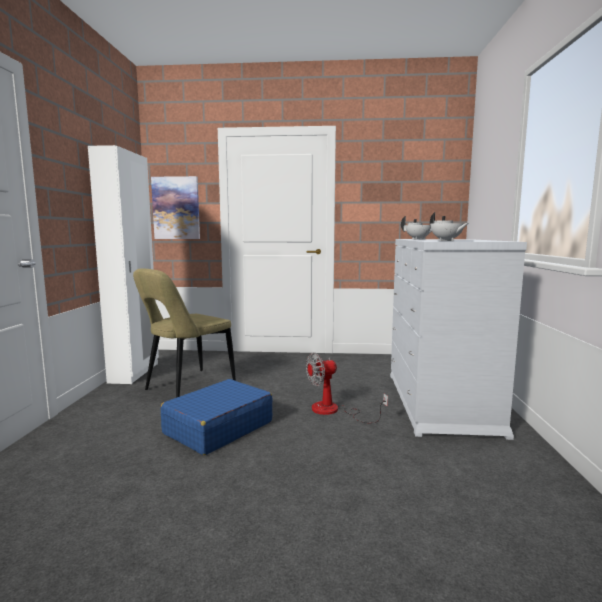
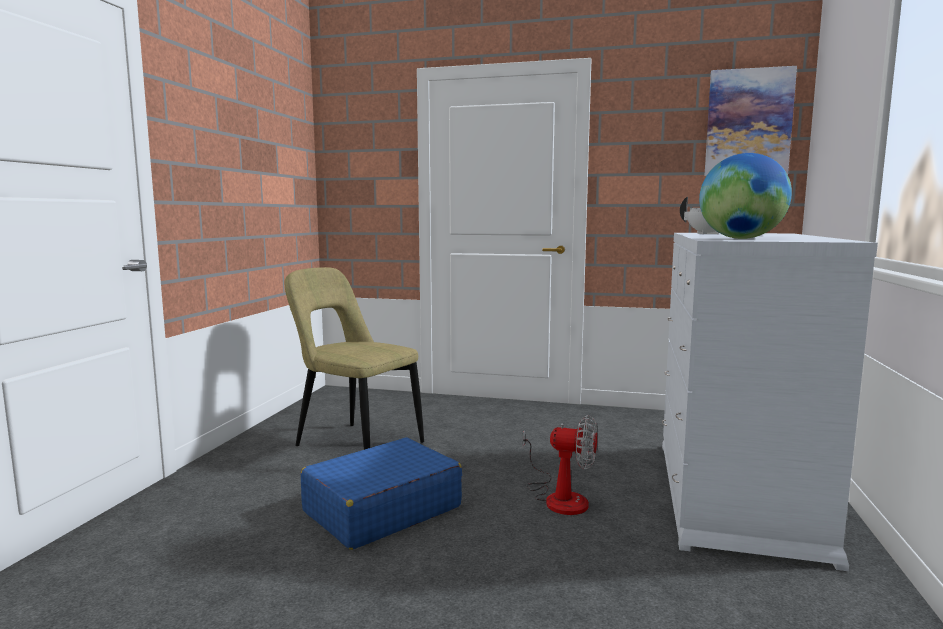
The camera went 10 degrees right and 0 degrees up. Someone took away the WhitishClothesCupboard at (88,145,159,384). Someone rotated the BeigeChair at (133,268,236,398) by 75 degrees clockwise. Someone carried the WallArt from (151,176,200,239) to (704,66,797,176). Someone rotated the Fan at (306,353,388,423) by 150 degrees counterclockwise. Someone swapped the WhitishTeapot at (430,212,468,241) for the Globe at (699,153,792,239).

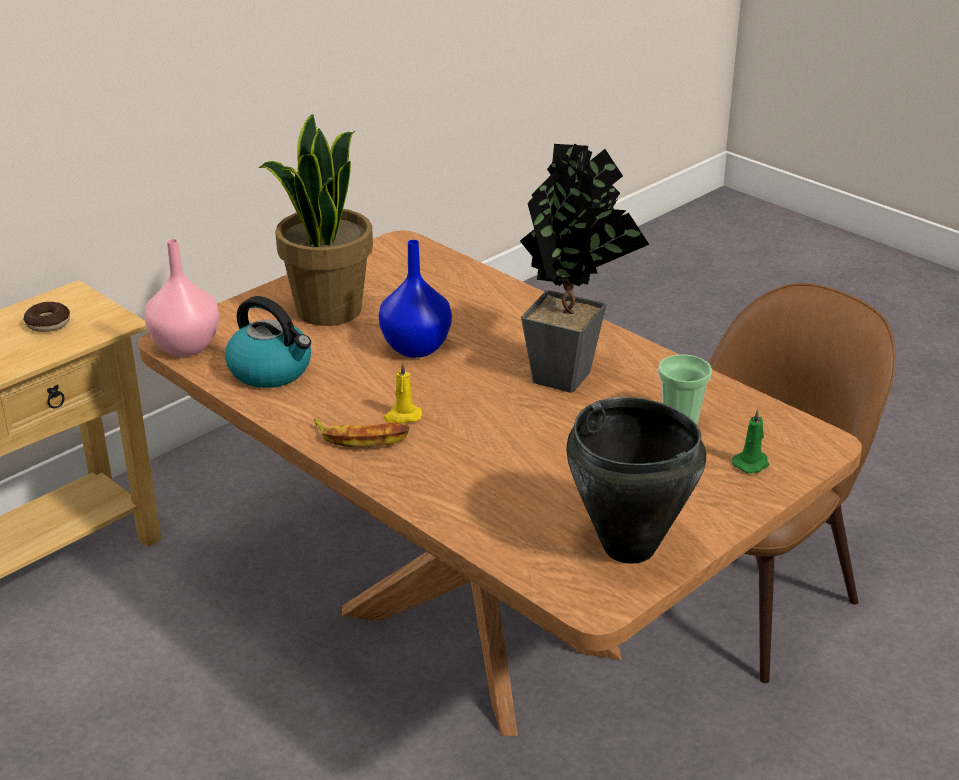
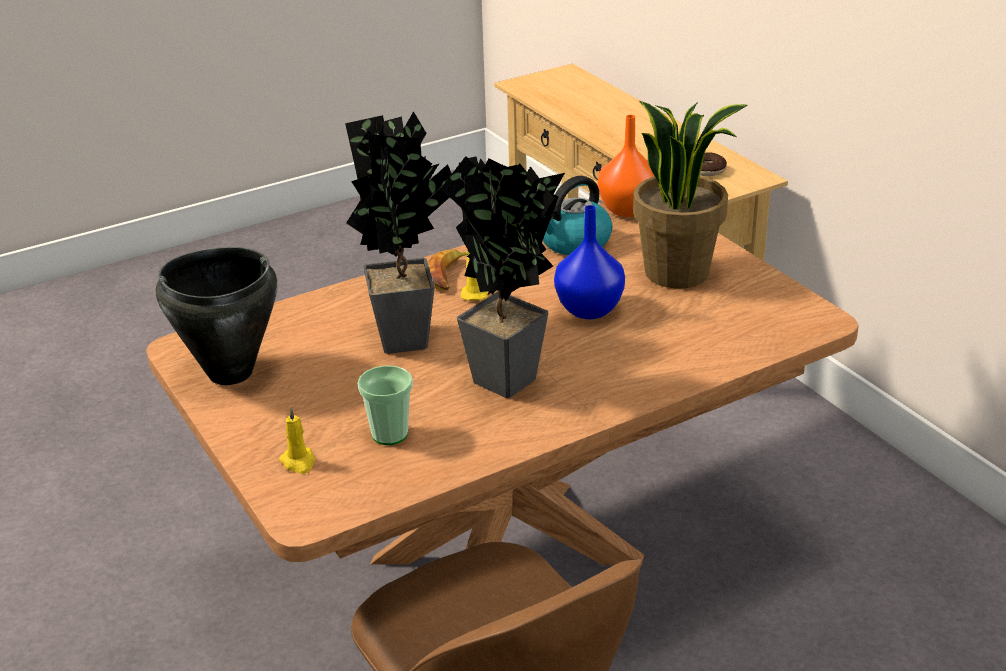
The camera went 105 degrees right and 0 degrees up. Someone repainted the PinkFlowerVase at (145,239,219,357), which became the OrangeColouredFlowerVase at (598,115,654,217). Someone repainted the GreenWaxCandle at (732,409,769,474), which became the YellowishWaxCandle at (279,407,315,474). Someone put down the Houseplant at (345,111,452,354).

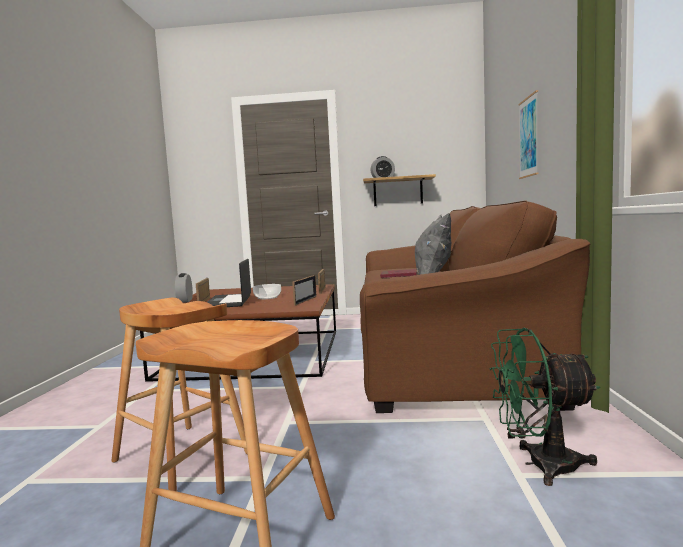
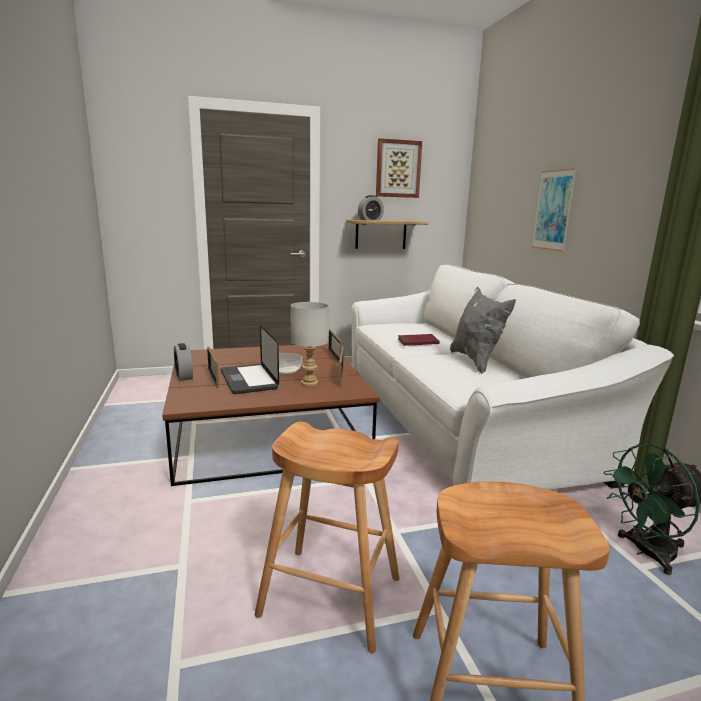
The camera went 20 degrees left and 10 degrees up. Someone repainted the BrownColouredCouch at (360,201,590,413), which became the WhitishCouch at (351,264,674,490). Someone put down the GreyishLampForATable at (291,302,329,387). Someone put up the WallArt at (376,138,422,198).

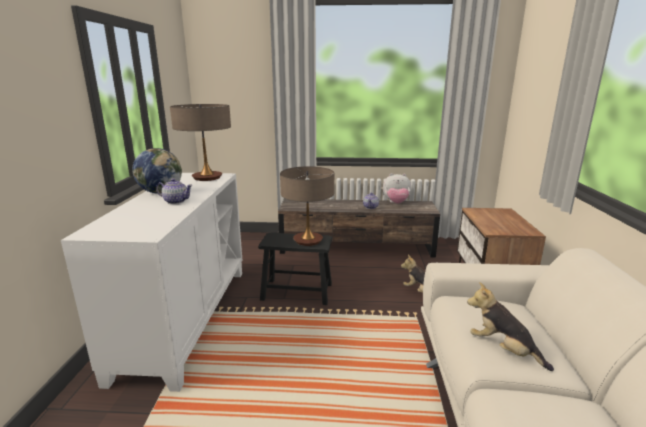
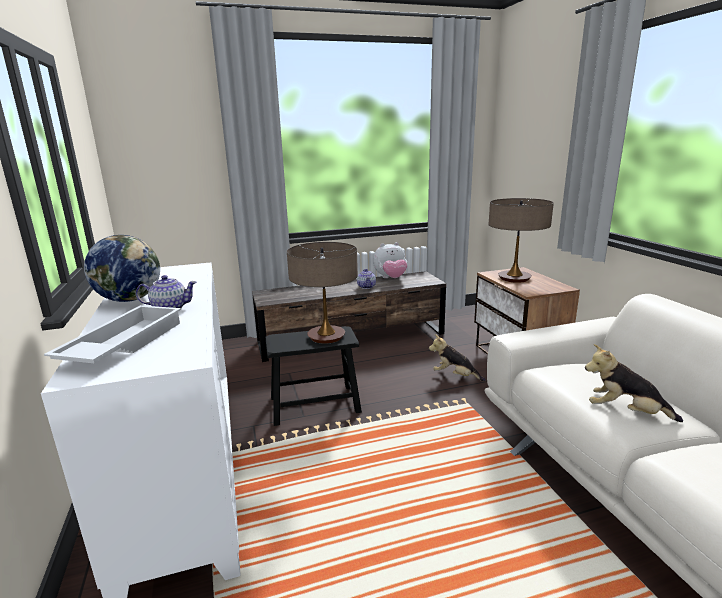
The camera went 20 degrees left and 0 degrees up. Someone carried the LampForATable from (170,104,231,181) to (488,198,554,283). Someone put down the WhitishTray at (44,305,181,363).

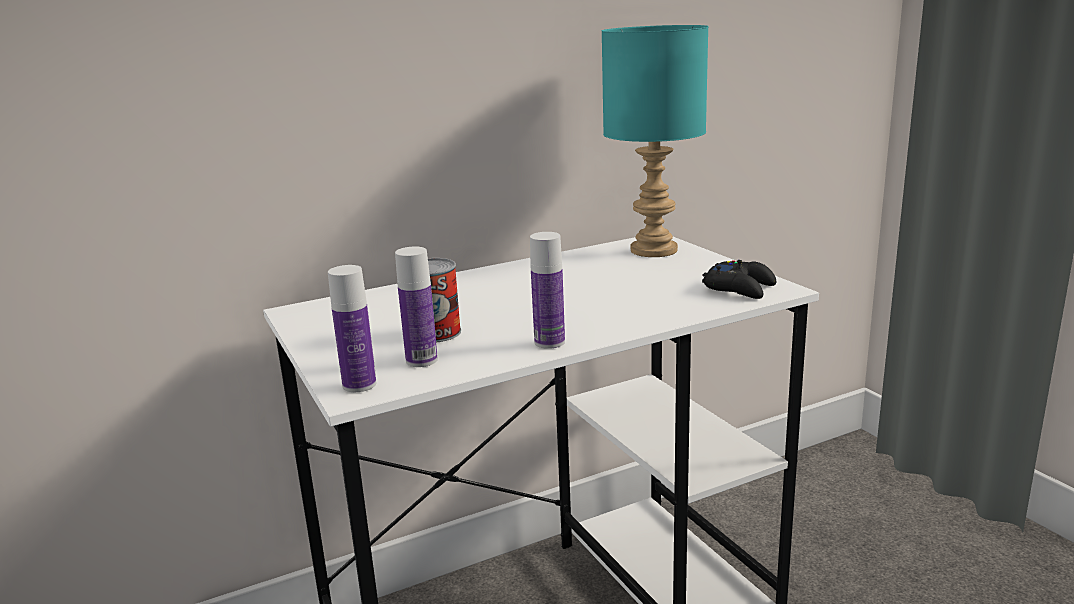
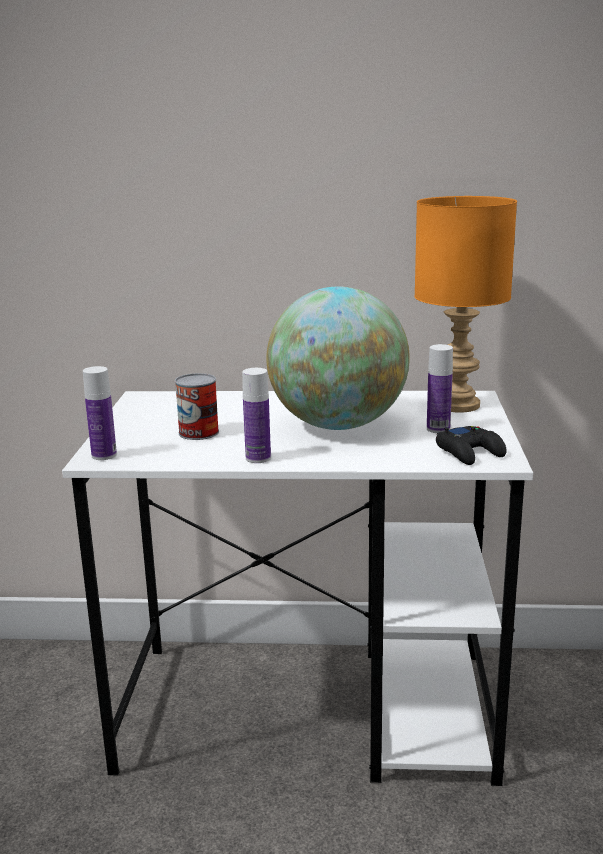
The camera went 30 degrees right and 0 degrees up. Someone carried the Bottle from (395,247,438,367) to (427,344,453,433). Someone repainted the TurquoiseLampForATable at (601,25,709,257), which became the OrangeColouredLampForATable at (414,196,517,413). Someone put down the Globe at (266,286,410,430).

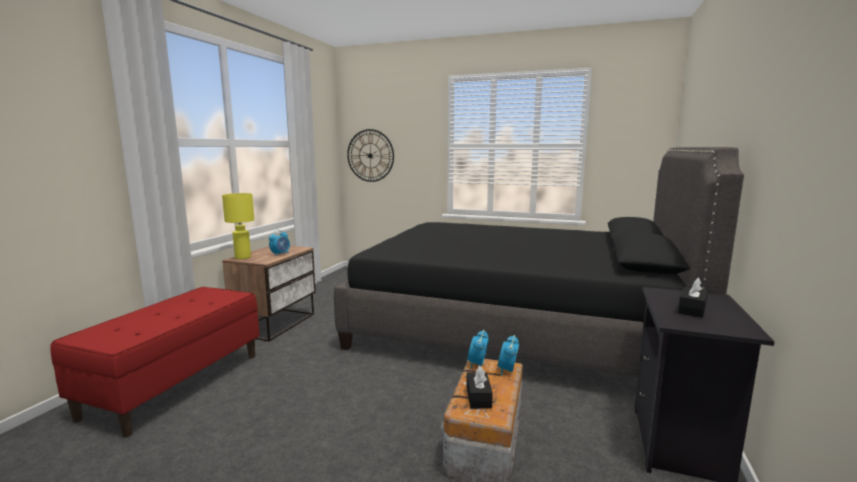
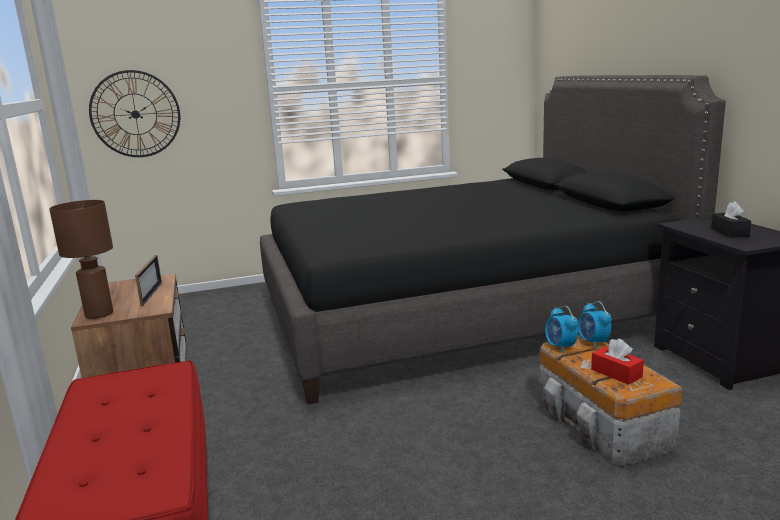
The camera went 35 degrees left and 5 degrees up. Someone repainted the YellowishLampForATable at (222,193,255,259), which became the BrownColouredLampForATable at (49,200,113,319). Someone swapped the BedsideClock at (269,230,290,256) for the PhotoFrame at (135,255,162,306). Someone repainted the BlackishTissueBox at (466,366,493,409), which became the ReddishTissueBox at (591,338,644,385).

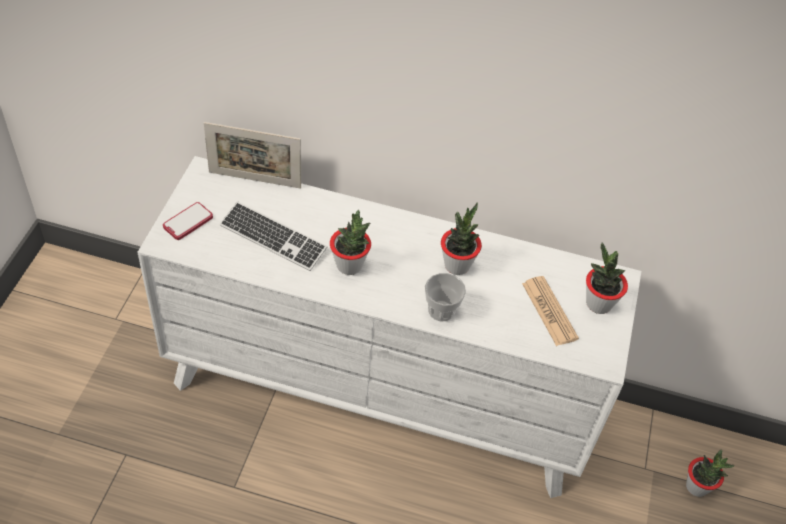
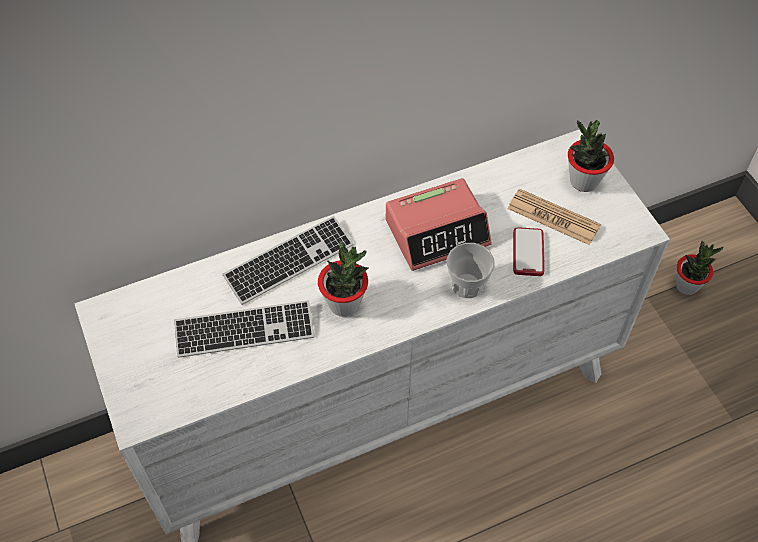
The camera went 35 degrees left and 5 degrees up. Someone carried the Phone from (163,202,213,240) to (513,227,545,276). Someone took away the PhotoFrame at (203,122,301,189). Someone swapped the Houseplant at (441,203,482,275) for the BedsideClock at (386,178,492,271). Someone put down the Keyboard at (223,216,353,305).

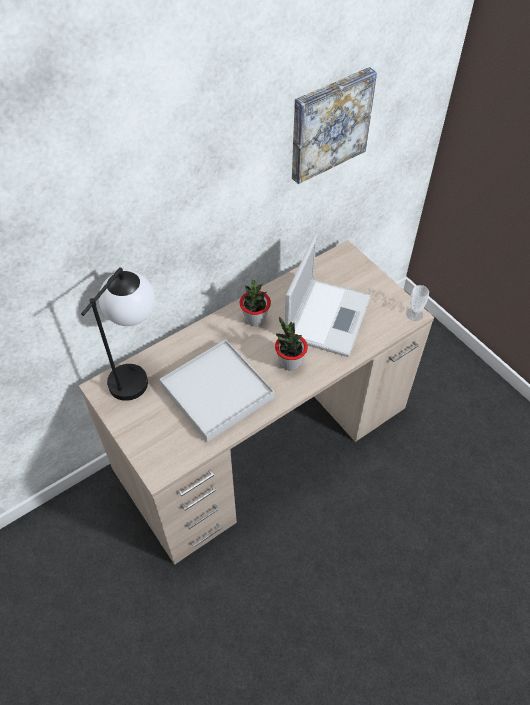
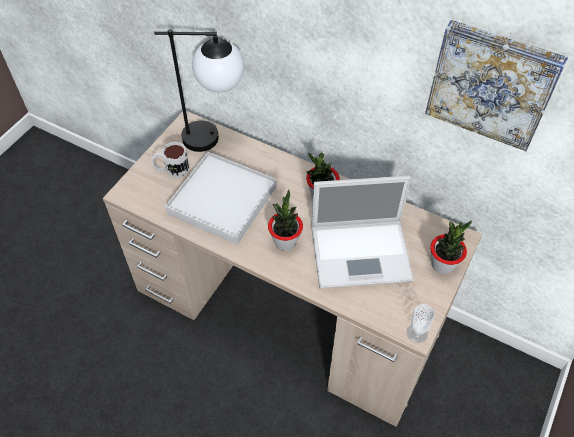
The camera went 65 degrees right and 0 degrees up. Someone put down the CoffeeMug at (151,142,189,178). Someone put down the Houseplant at (430,220,472,274).

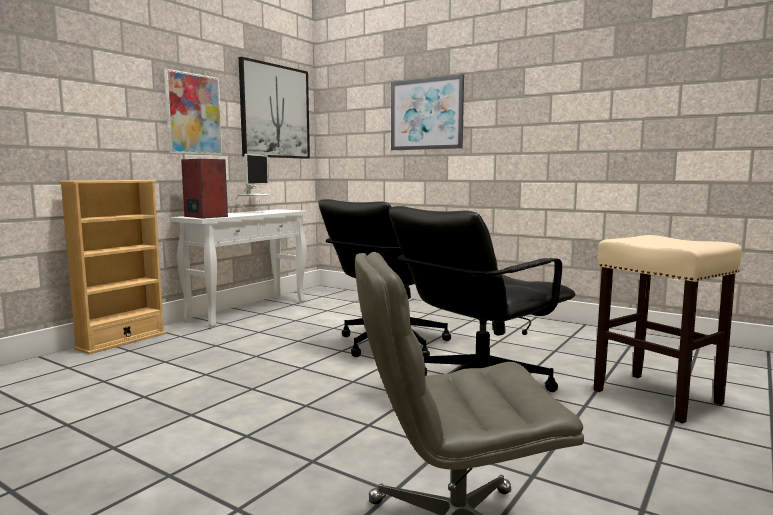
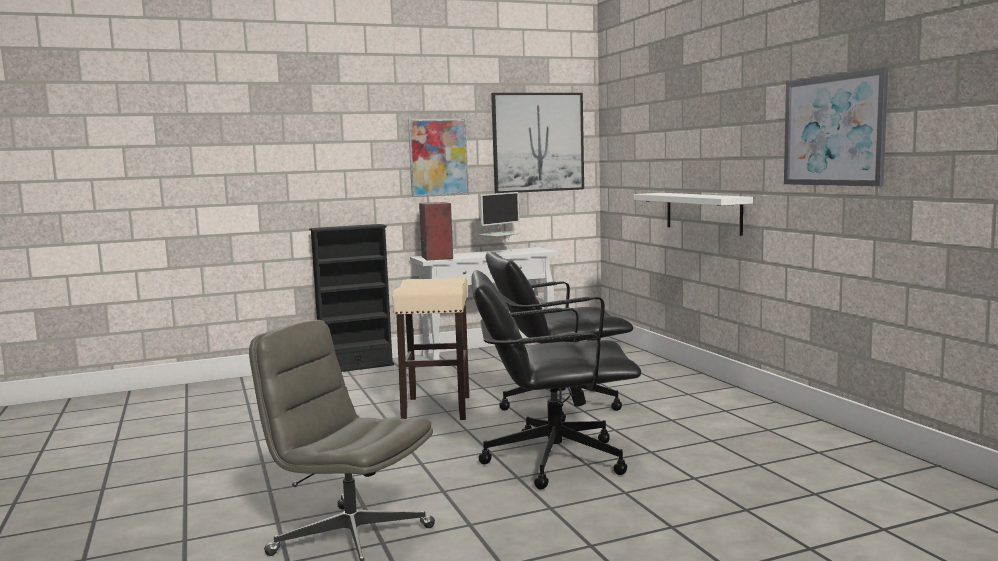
The camera went 35 degrees right and 0 degrees up. Someone repainted the BeigeBookshelf at (59,180,166,355), which became the BlackishBookshelf at (309,224,394,372). Someone carried the WallArt from (391,74,464,150) to (784,67,888,187). Someone carried the BeigeStool from (593,235,742,424) to (392,278,469,420). Someone put up the WhitishBracketShelf at (634,193,753,236).

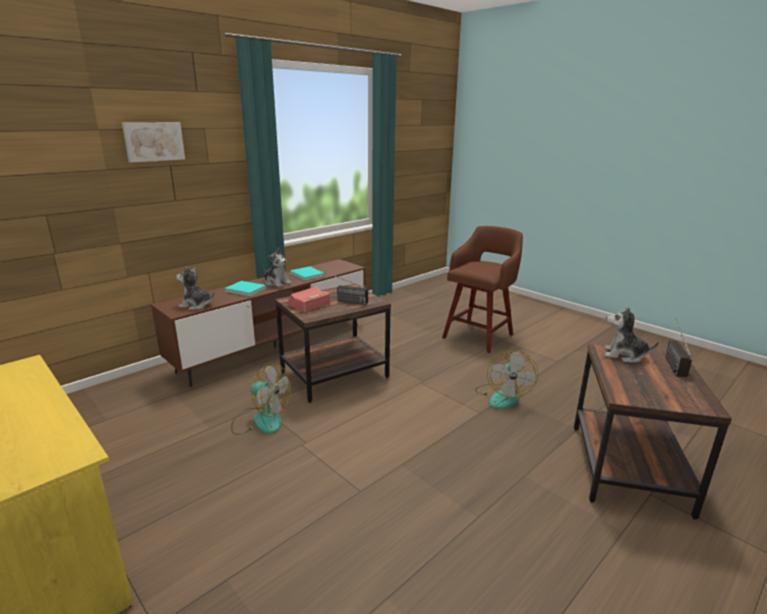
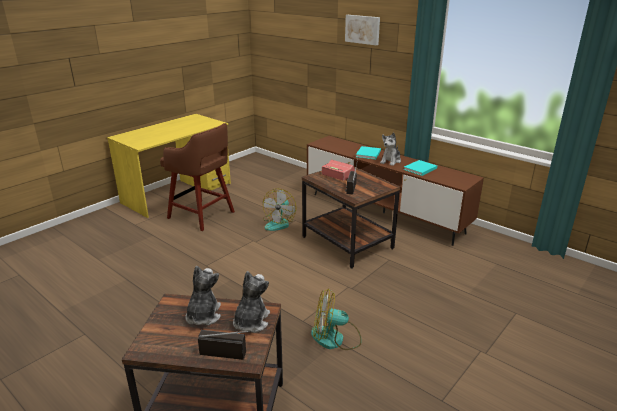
The camera went 85 degrees right and 5 degrees up. Someone carried the PlushToy from (176,266,215,310) to (185,266,221,325). Someone carried the BrownColouredStool from (442,226,523,353) to (160,123,235,231).

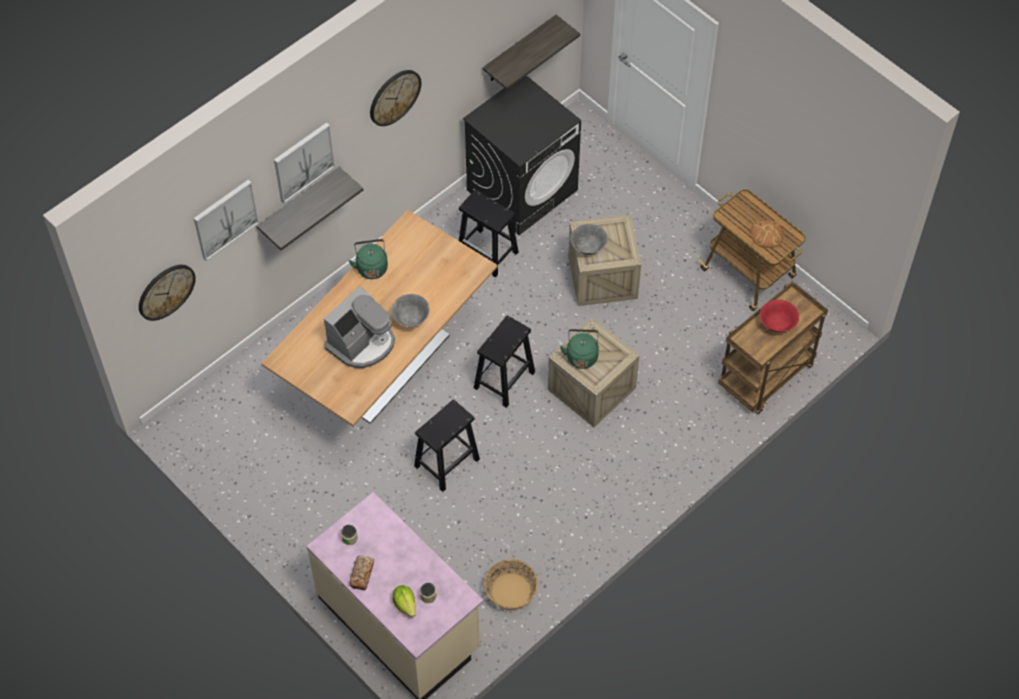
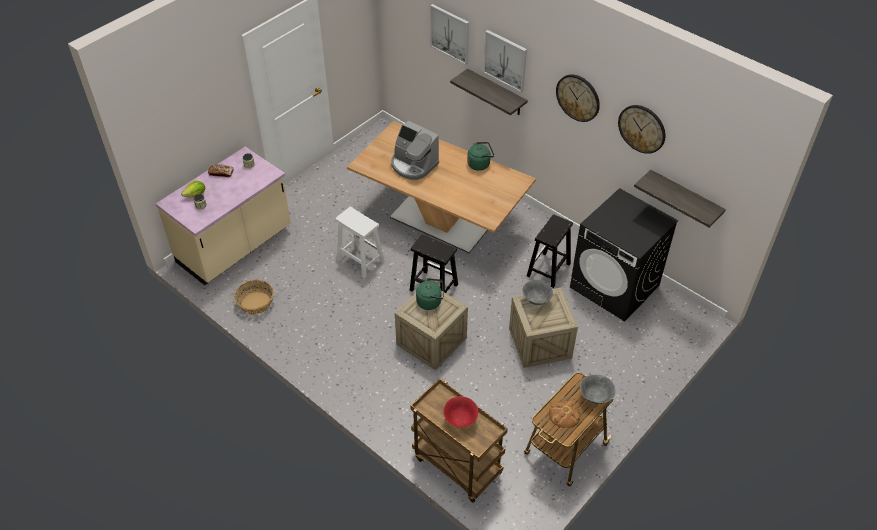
The camera went 85 degrees right and 10 degrees down. Someone carried the ClockOnTheWall from (139,265,196,321) to (618,105,666,154). Someone carried the GreyishServingBowl from (392,294,429,327) to (580,375,616,404). Someone repainted the BlackishStool at (414,399,480,492), which became the WhitishStool at (335,207,385,278).

